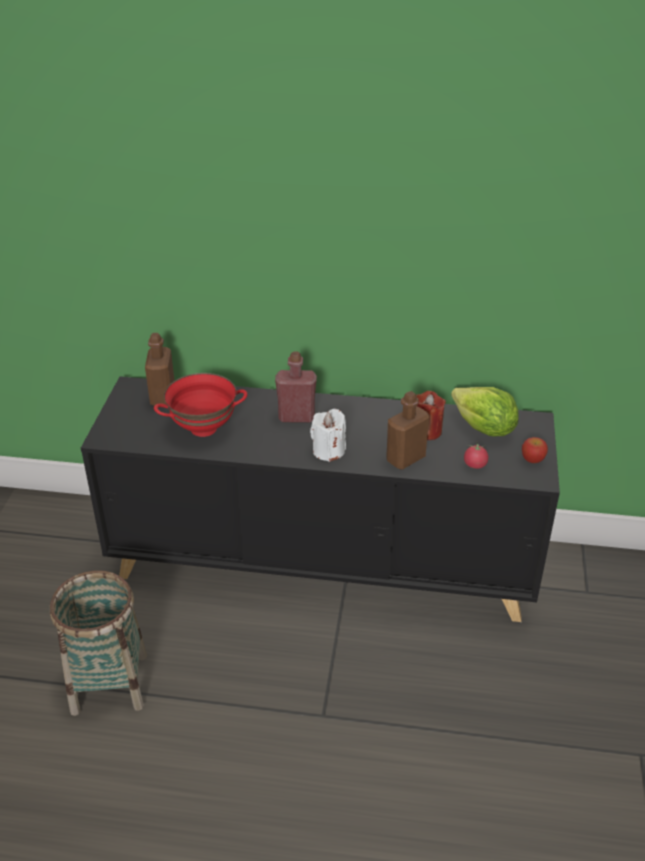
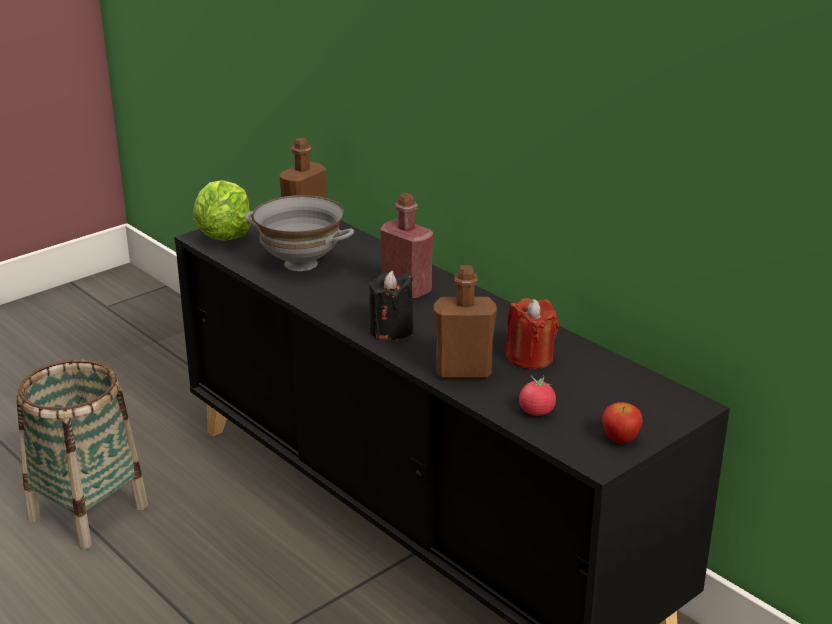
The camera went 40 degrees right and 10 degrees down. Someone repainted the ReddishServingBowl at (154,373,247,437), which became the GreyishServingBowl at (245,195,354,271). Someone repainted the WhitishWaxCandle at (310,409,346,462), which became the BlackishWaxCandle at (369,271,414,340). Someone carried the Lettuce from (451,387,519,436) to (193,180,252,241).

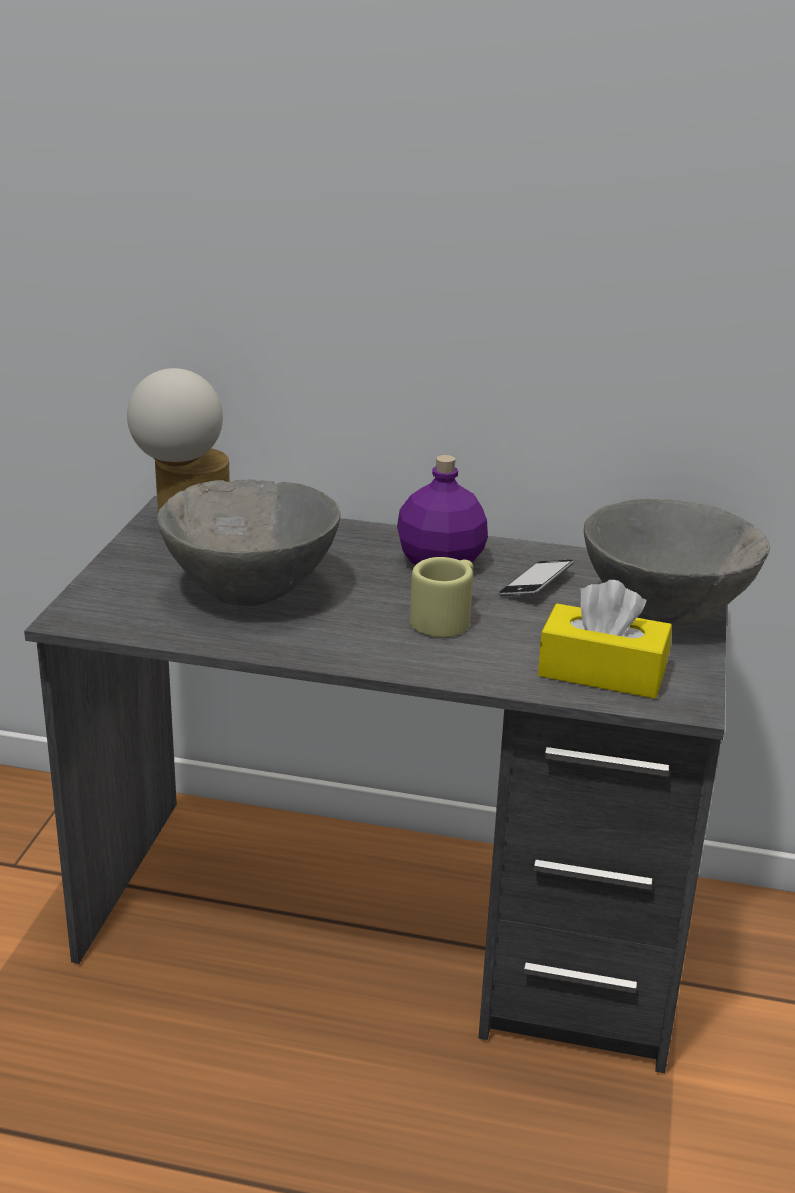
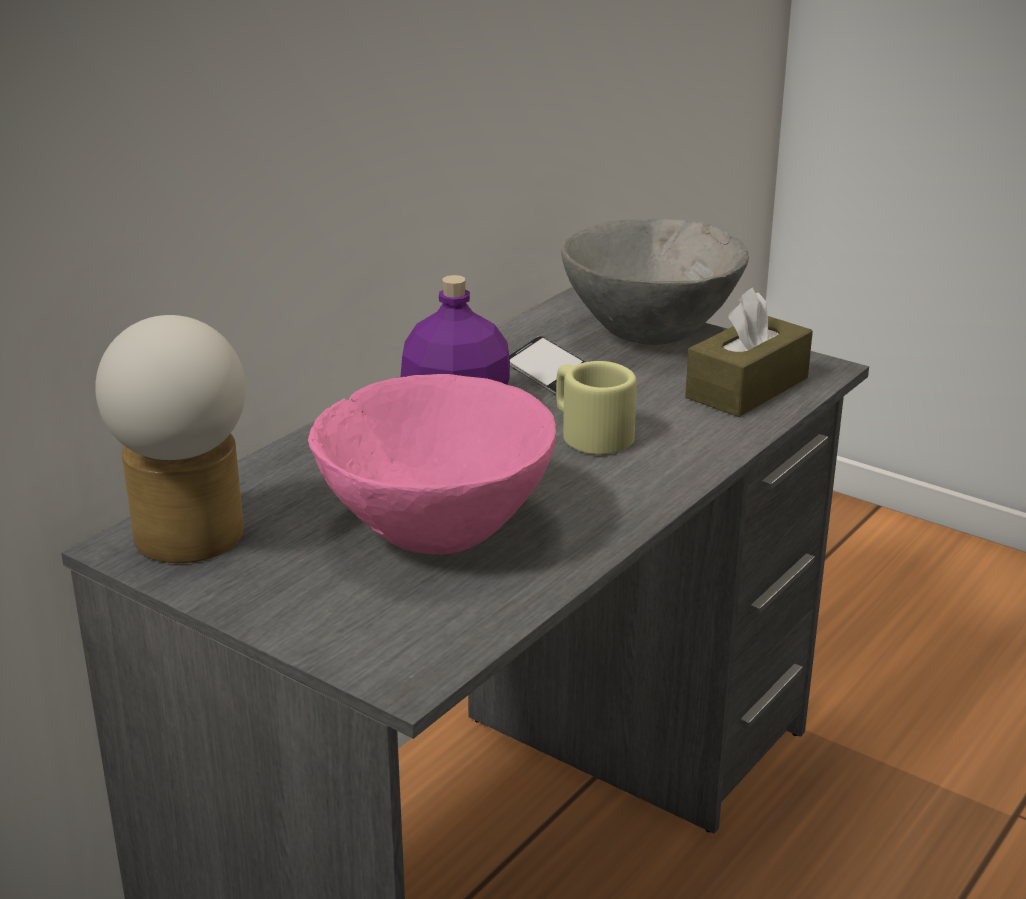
The camera went 65 degrees left and 0 degrees up. Someone repainted the GreyishServingBowl at (157,479,341,606), which became the PinkServingBowl at (308,374,556,555). Someone repainted the YellowishTissueBox at (538,580,672,699), which became the BrownColouredTissueBox at (685,287,813,417).

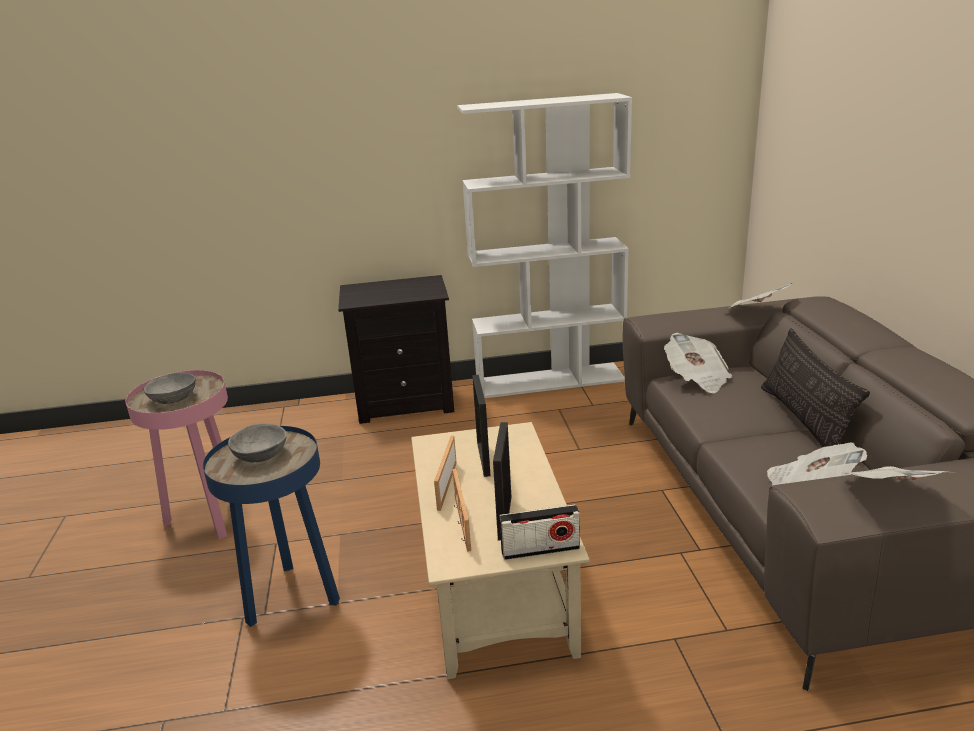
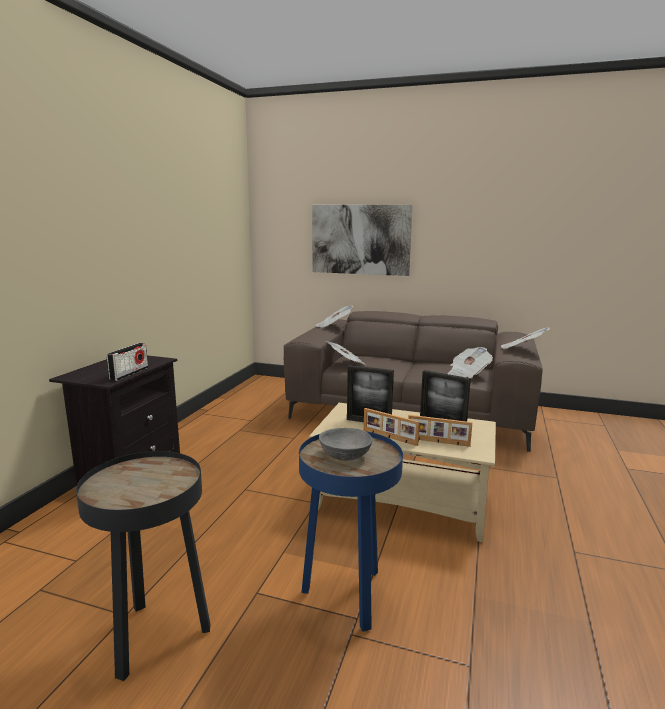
The camera went 65 degrees left and 10 degrees down. Someone repainted the PinkAccentTable at (126,370,228,539), which became the BlackishAccentTable at (76,451,210,681). Someone took away the GreyishServingBowl at (144,373,196,404). Someone took away the WhitishBookshelf at (457,93,632,398). Someone carried the RadioReceiver from (499,504,580,560) to (107,343,148,381). Someone took away the Cushion at (761,328,870,447). Someone put up the WallArt at (312,205,413,276).

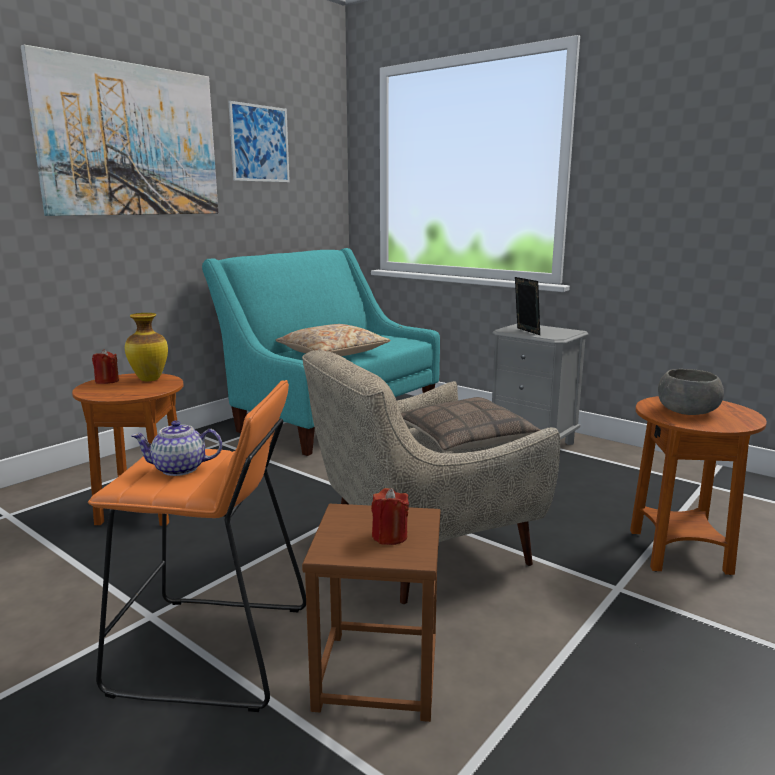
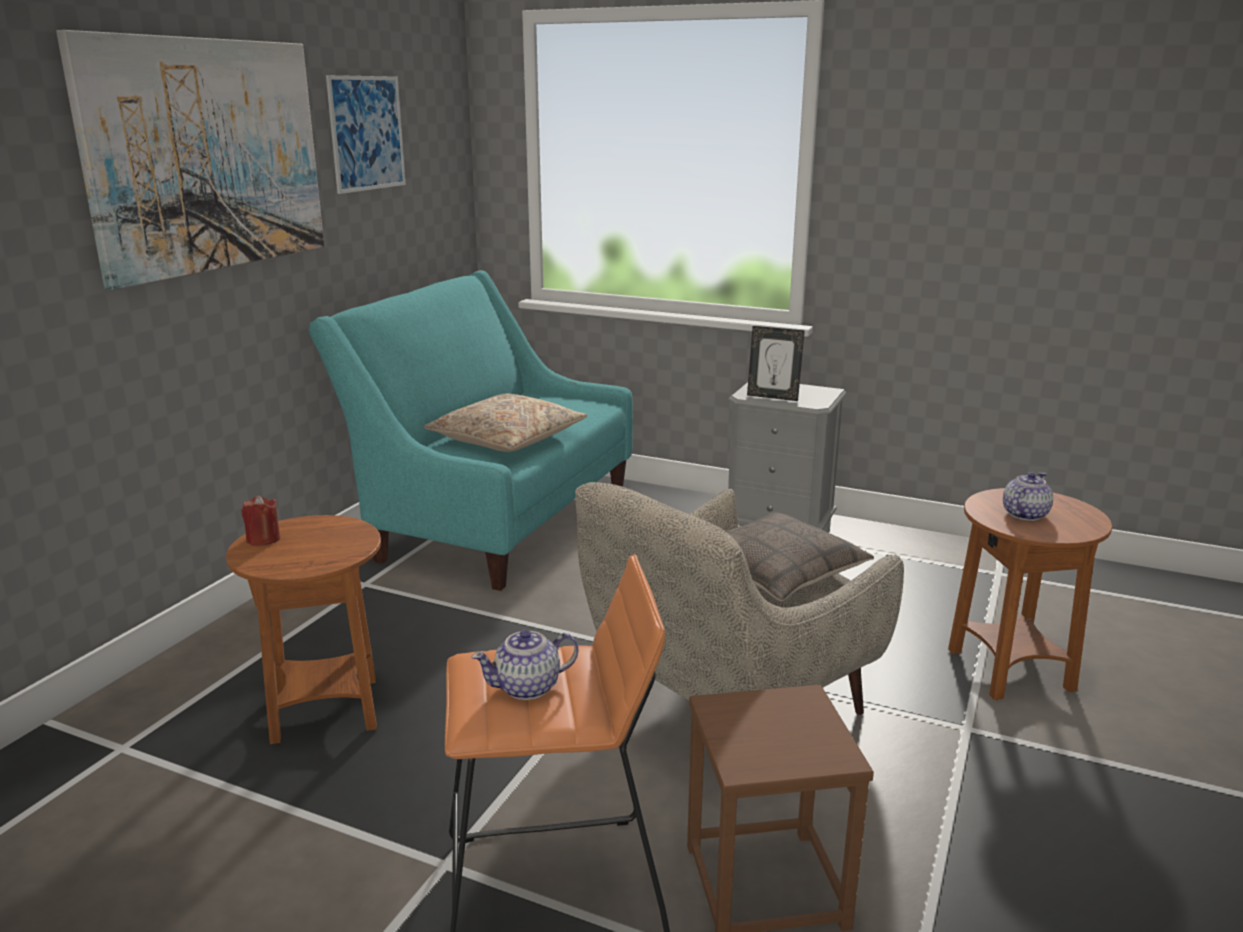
The camera went 15 degrees left and 5 degrees up. Someone took away the FlowerVase at (125,313,168,381). Someone took away the ReddishWaxCandle at (371,488,409,545). Someone rotated the PhotoFrame at (515,277,540,335) by 150 degrees clockwise. Someone swapped the GreyishServingBowl at (658,369,724,415) for the Teapot at (1003,472,1053,521).

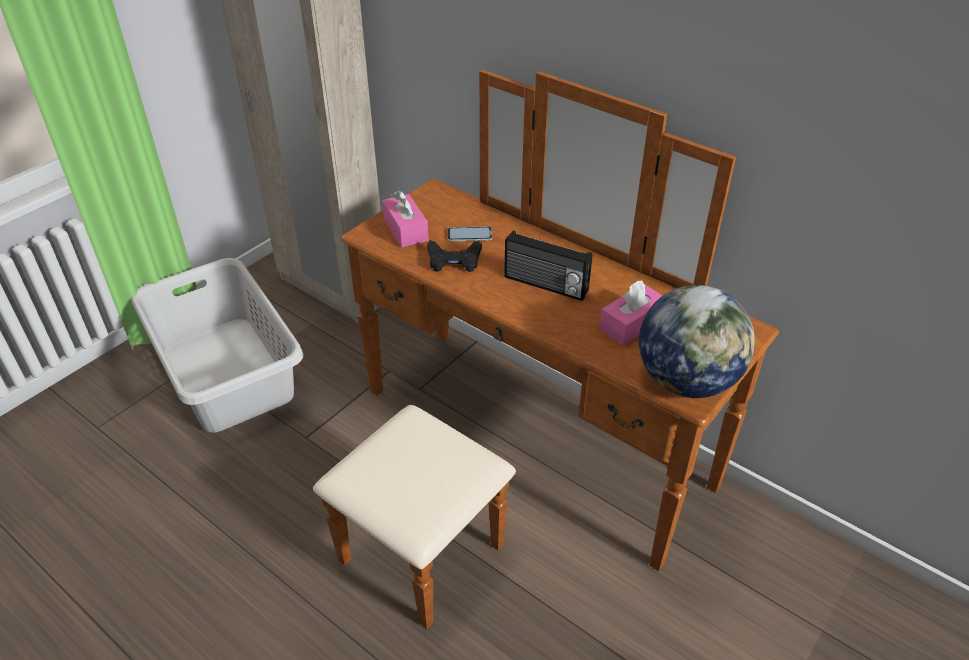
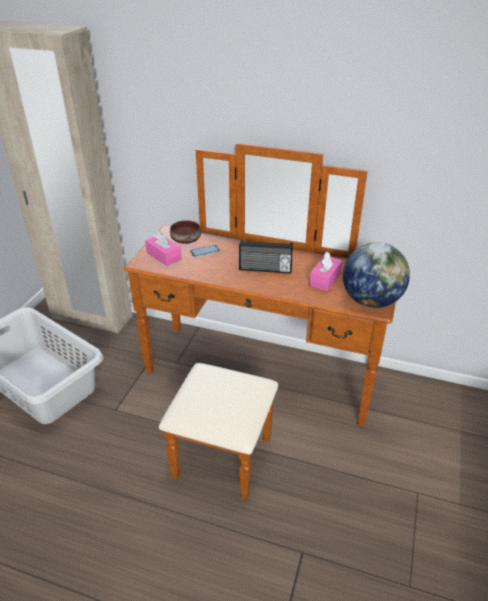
The camera went 20 degrees left and 5 degrees down. Someone took away the BlackishGamepad at (427,240,482,272). Someone put down the BrownColouredServingBowl at (170,220,201,244).

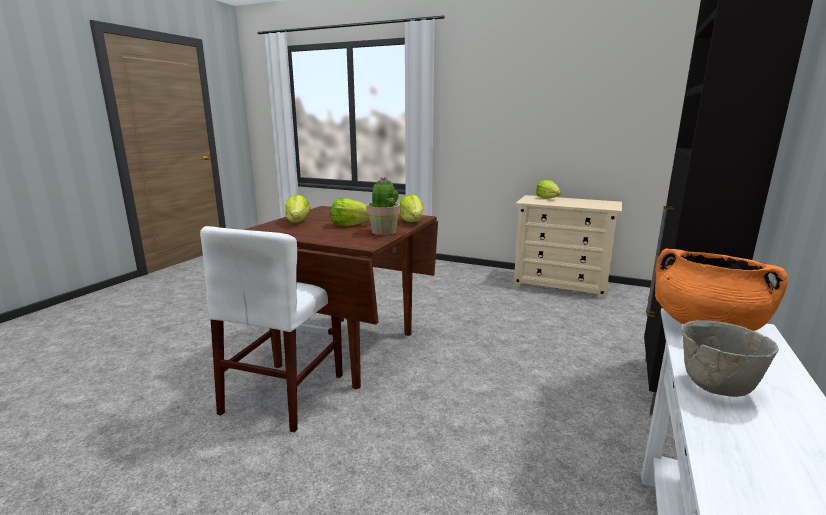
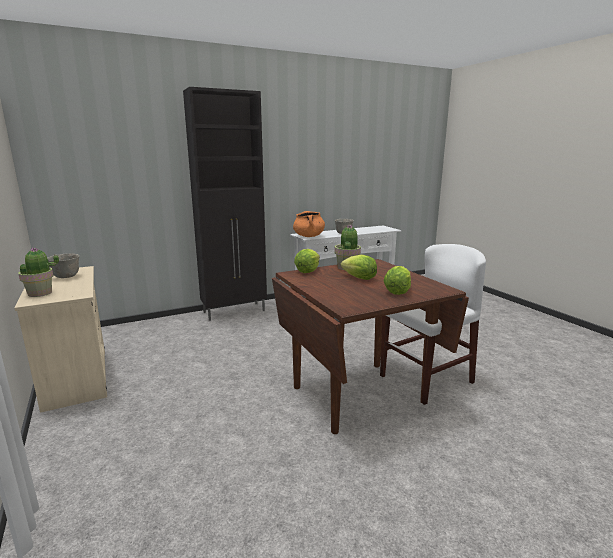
The camera went 140 degrees left and 0 degrees up. Someone swapped the Lettuce at (536,180,561,199) for the Houseplant at (18,247,59,297). Someone put down the GreyishServingBowl at (47,253,79,278).

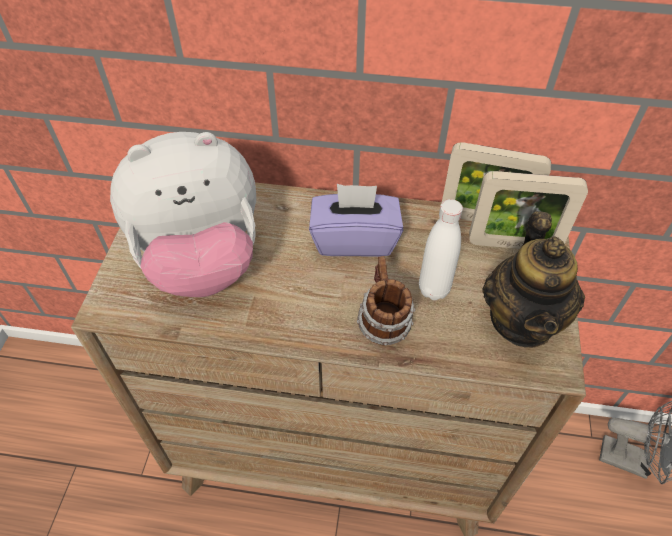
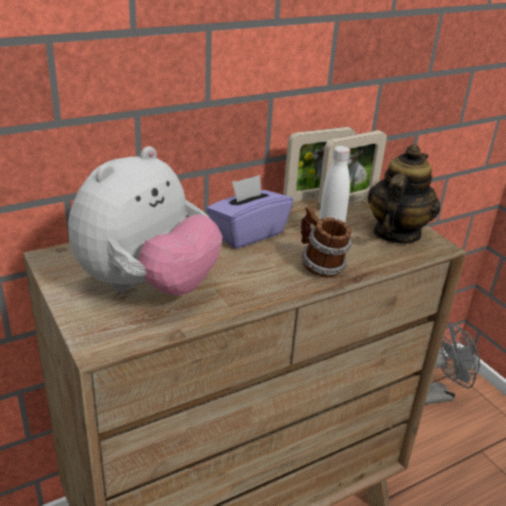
The camera went 40 degrees left and 20 degrees down. Someone rotated the Teapot at (482,211,585,348) by 120 degrees counterclockwise.

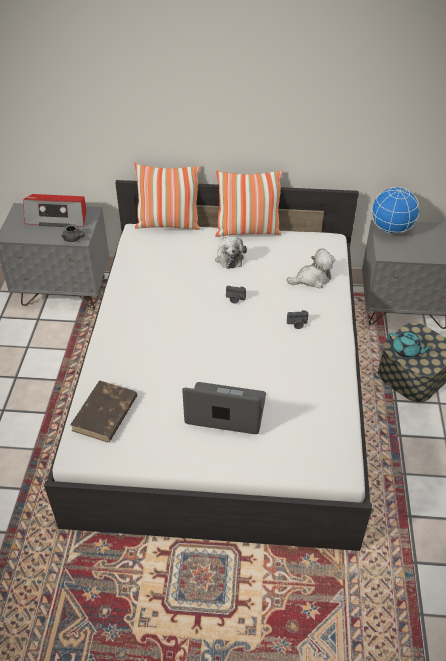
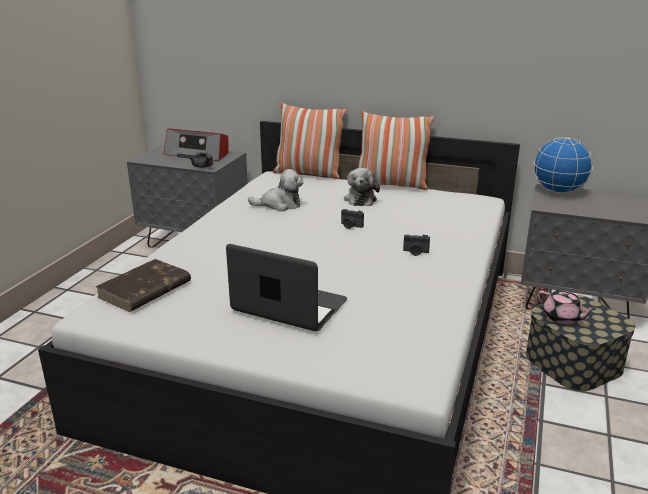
The camera went 15 degrees right and 20 degrees down. Someone carried the PlushToy from (286,249,335,289) to (248,169,304,211). Someone repainted the TurquoiseTeapot at (388,331,433,358), which became the PinkTeapot at (538,291,597,324).

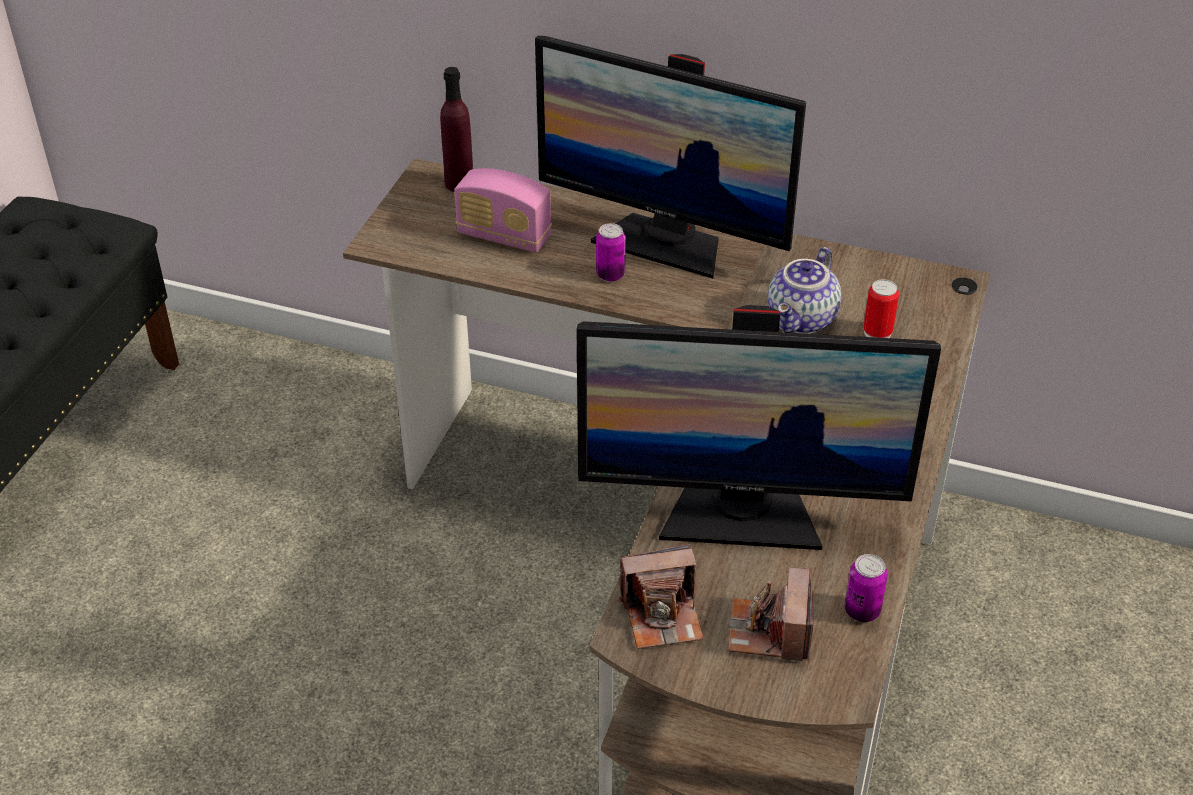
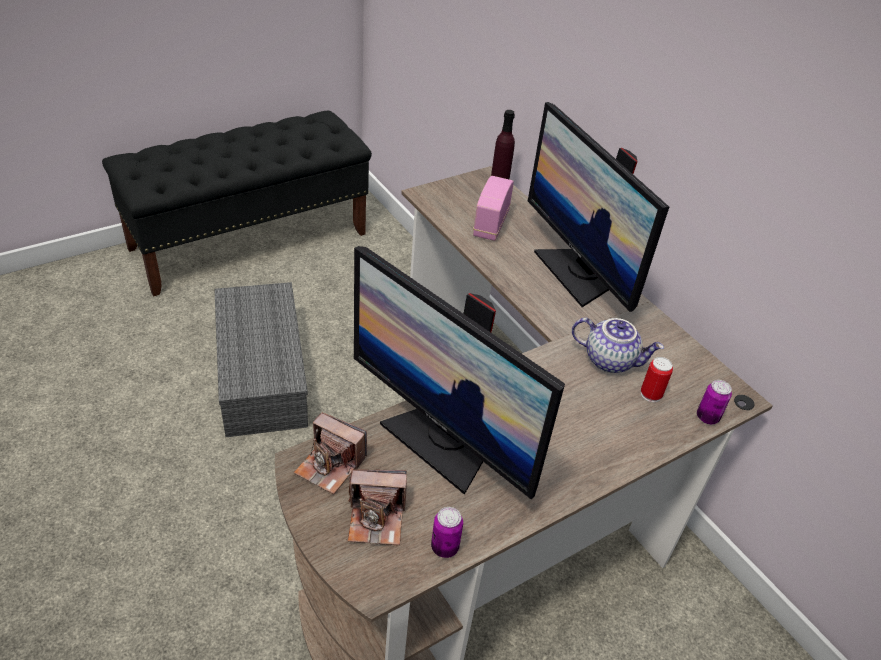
The camera went 35 degrees right and 0 degrees up. Someone rotated the RadioReceiver at (454,168,552,253) by 45 degrees clockwise. Someone carried the SealedCan from (596,223,626,282) to (697,380,732,424). Someone rotated the StillCamera at (728,567,814,661) by 135 degrees counterclockwise. Someone rotated the Teapot at (768,247,841,334) by 135 degrees counterclockwise. Someone put down the GreyishStorageBox at (214,282,308,437).

